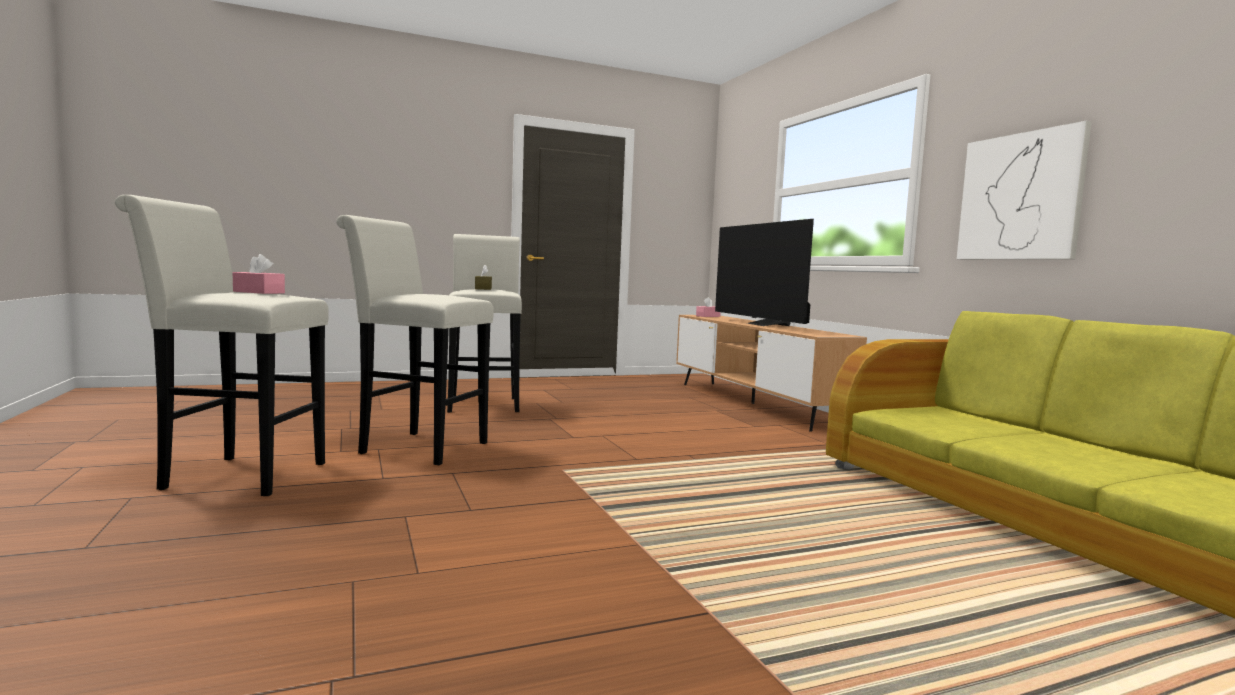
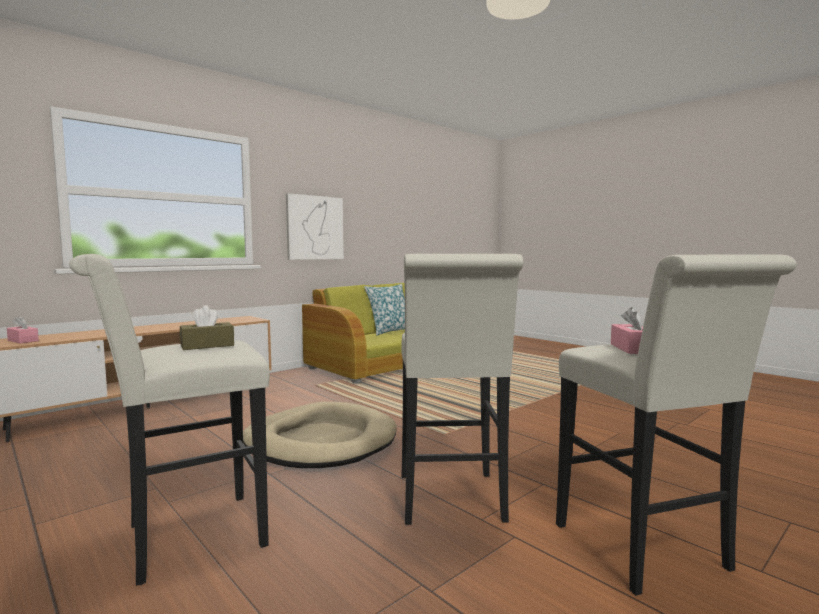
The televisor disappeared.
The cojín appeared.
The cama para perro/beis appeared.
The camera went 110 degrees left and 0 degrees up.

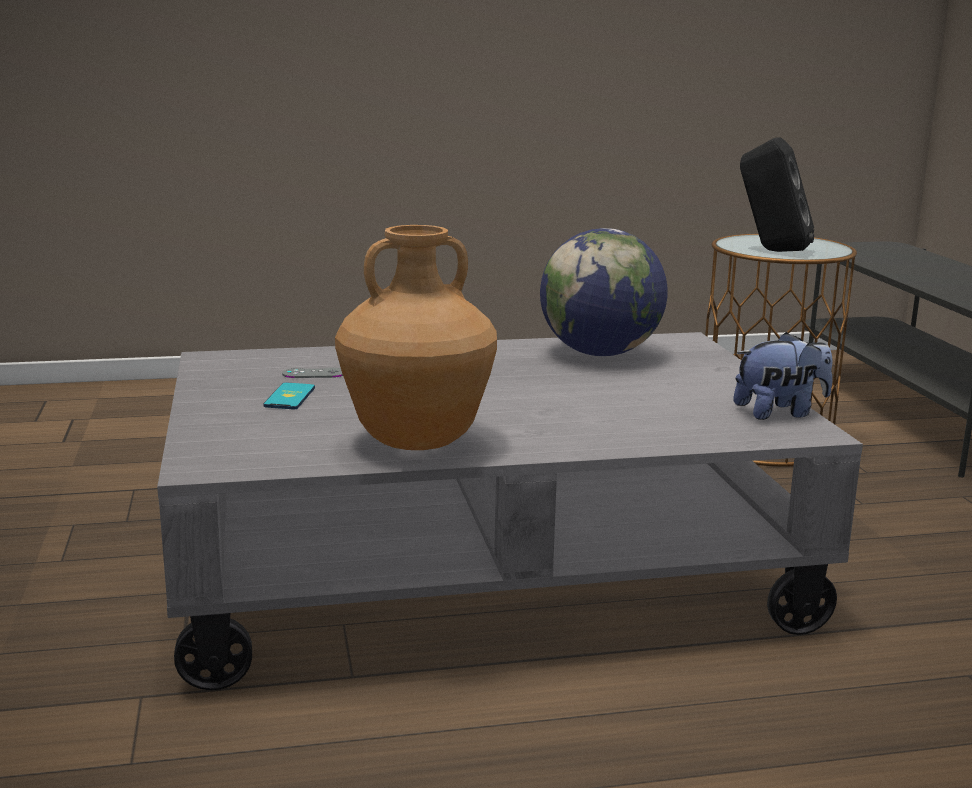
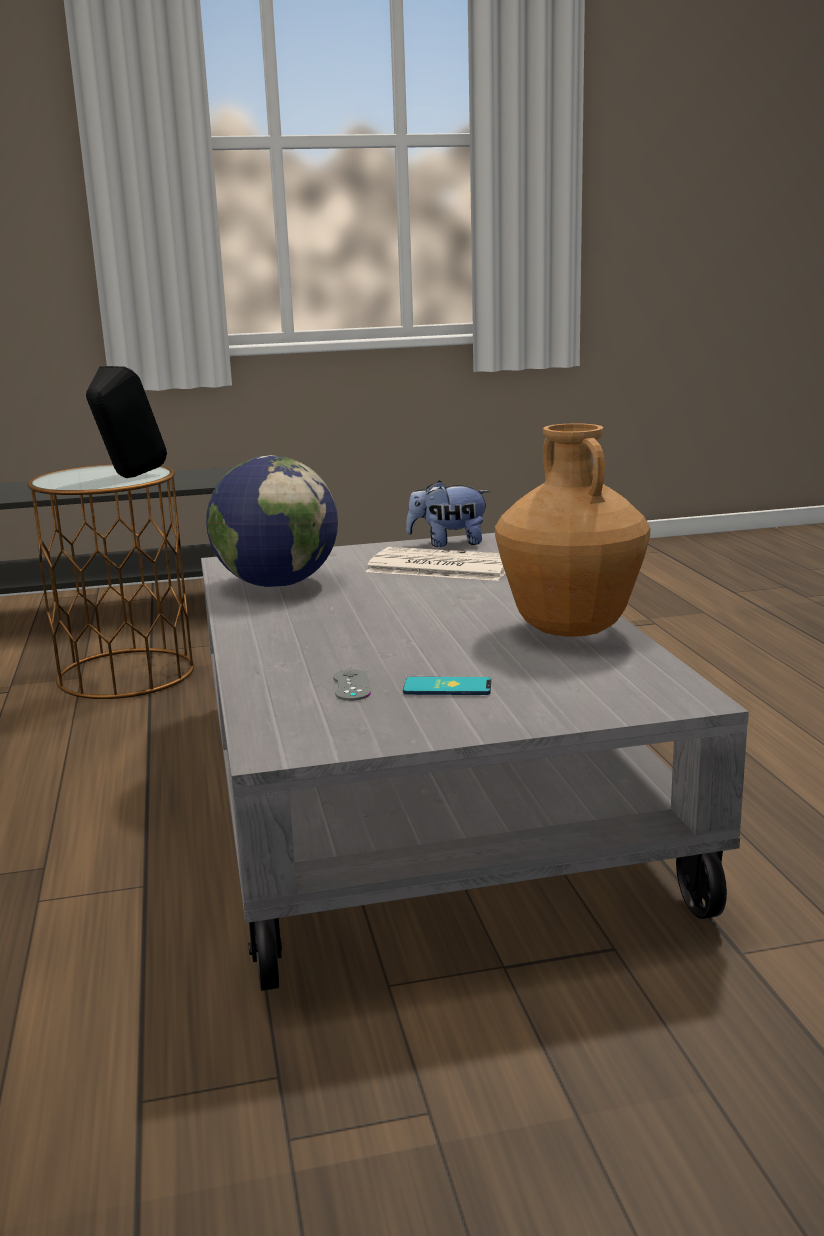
The peluche turned 75 degrees counterclockwise.
The periódico appeared.
The camera went 90 degrees left and 0 degrees up.

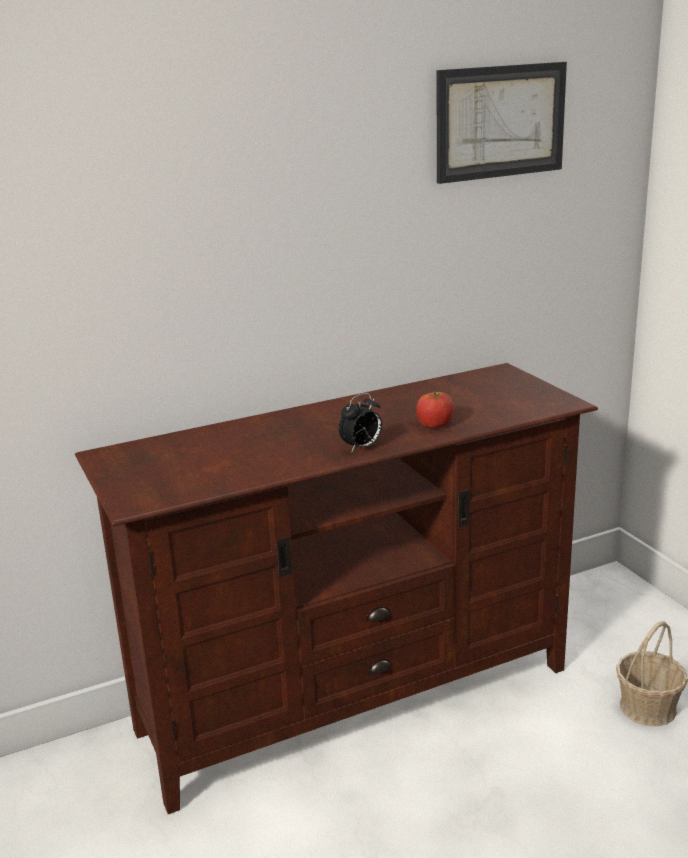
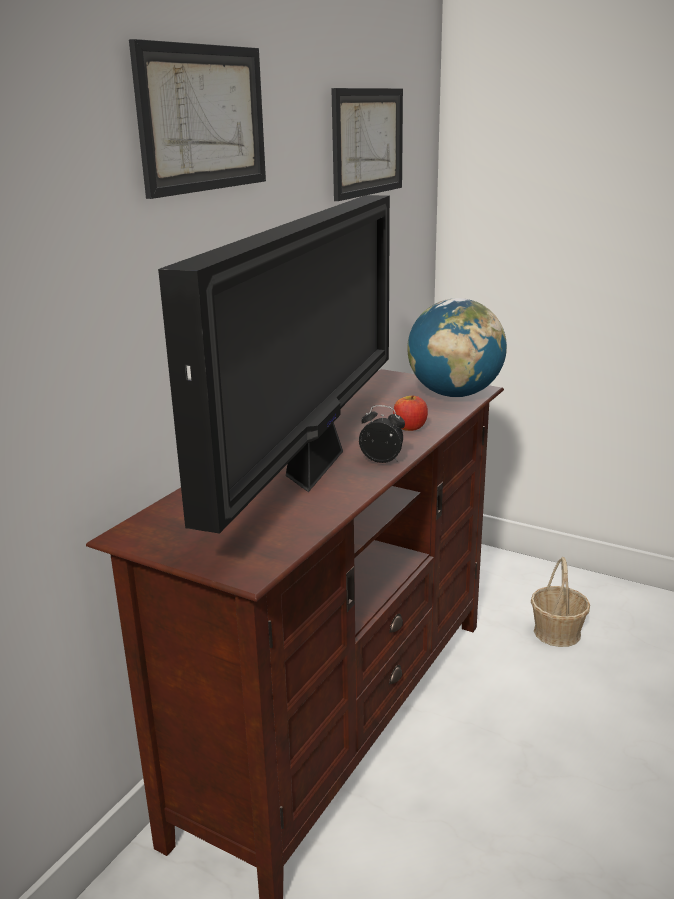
The despertador turned 90 degrees counterclockwise.
The cuadro (1st from left) appeared.
The televisor appeared.
The globo terráqueo appeared.
The camera went 35 degrees left and 0 degrees up.

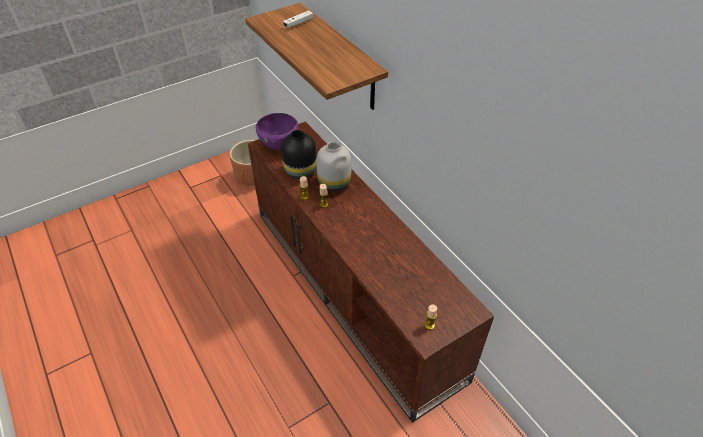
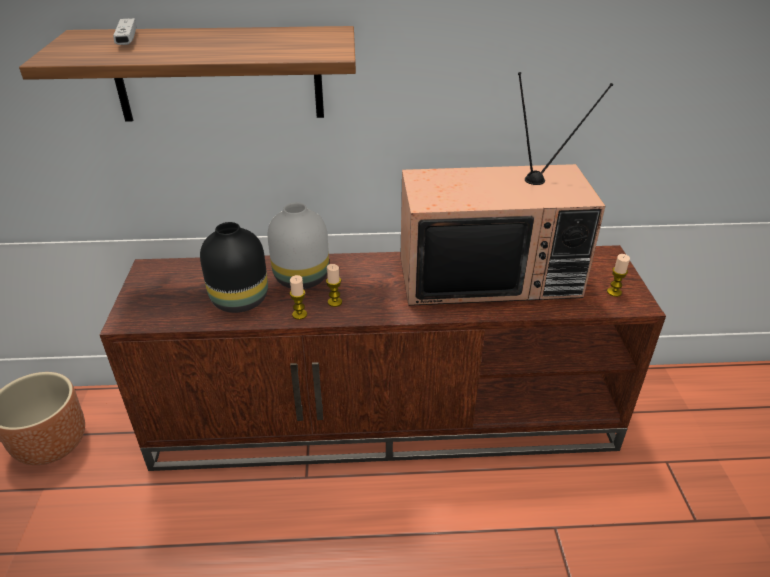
The cuenco/morado disappeared.
The televisor appeared.
The camera went 60 degrees left and 10 degrees down.

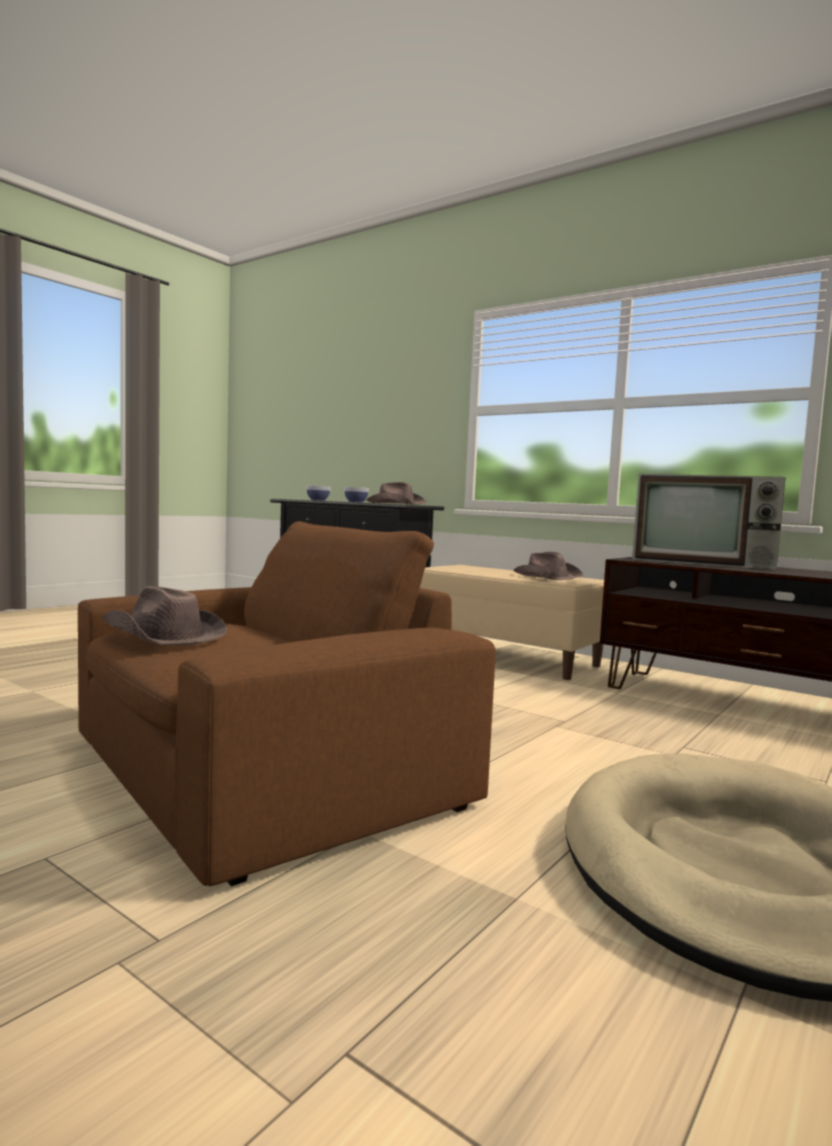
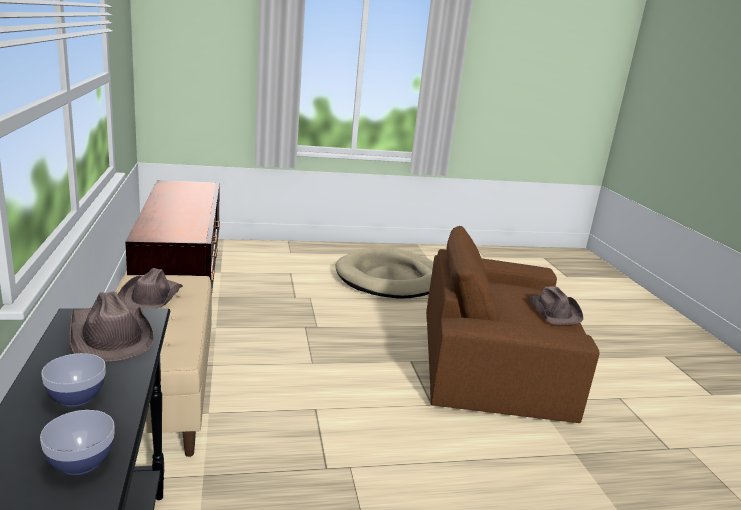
The televisor disappeared.
The camera went 140 degrees left and 15 degrees up.

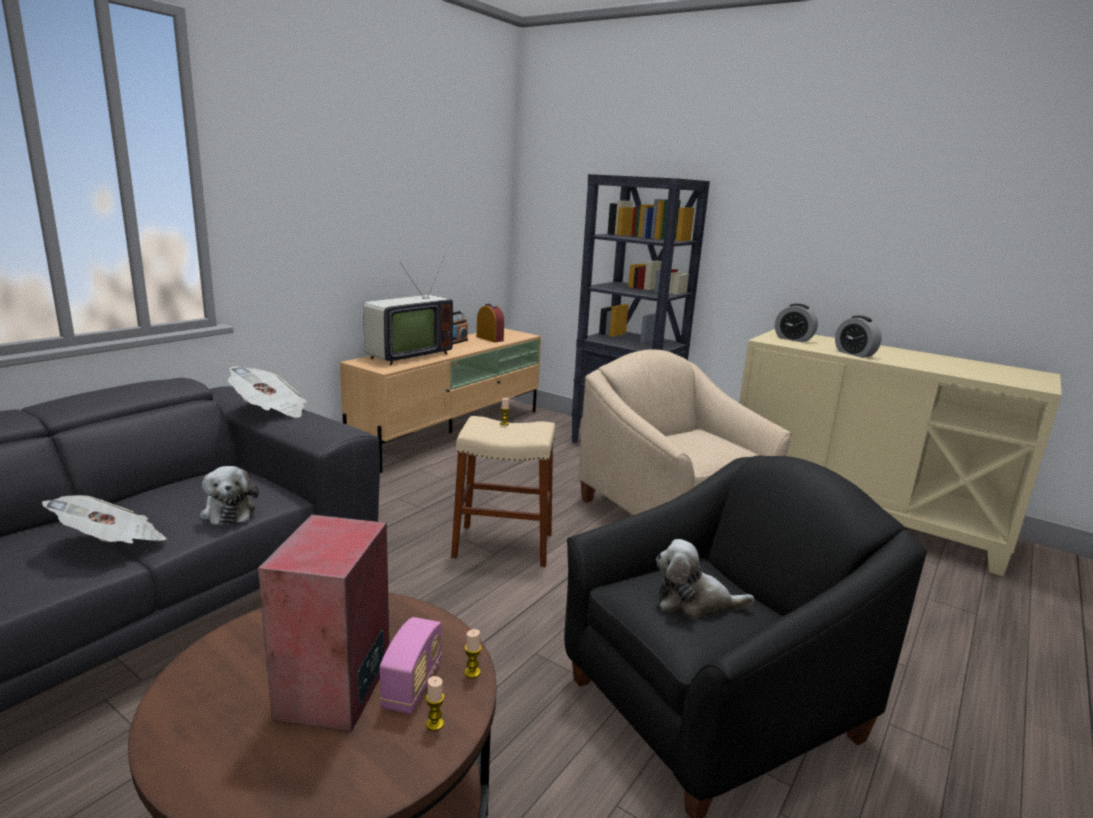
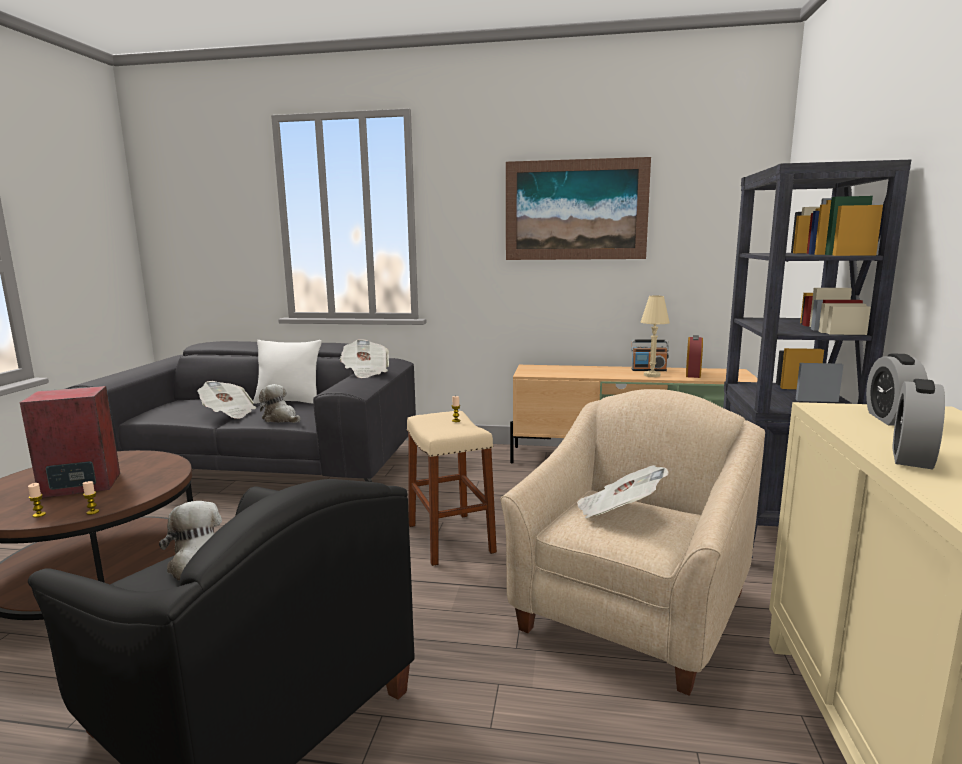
The televisor disappeared.
The peluche (1st from left in the first image) turned 90 degrees clockwise.
The radio (1st from left) disappeared.
The cuadro appeared.
The lámpara de mesa/beis appeared.
The cojín/blanco appeared.
The periódico (3rd from left) appeared.
The camera went 65 degrees right and 5 degrees down.

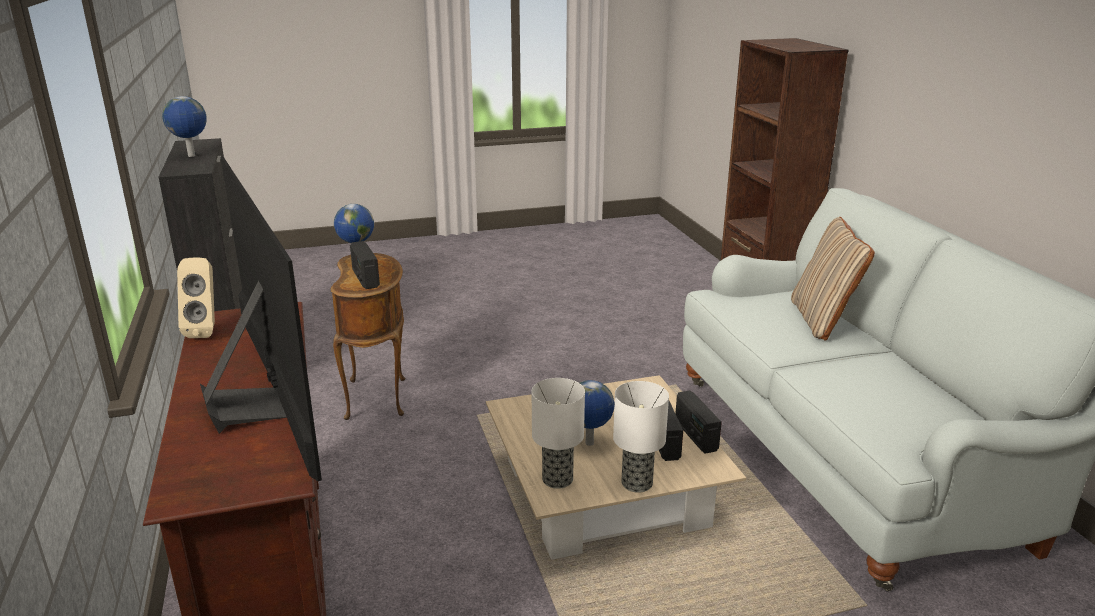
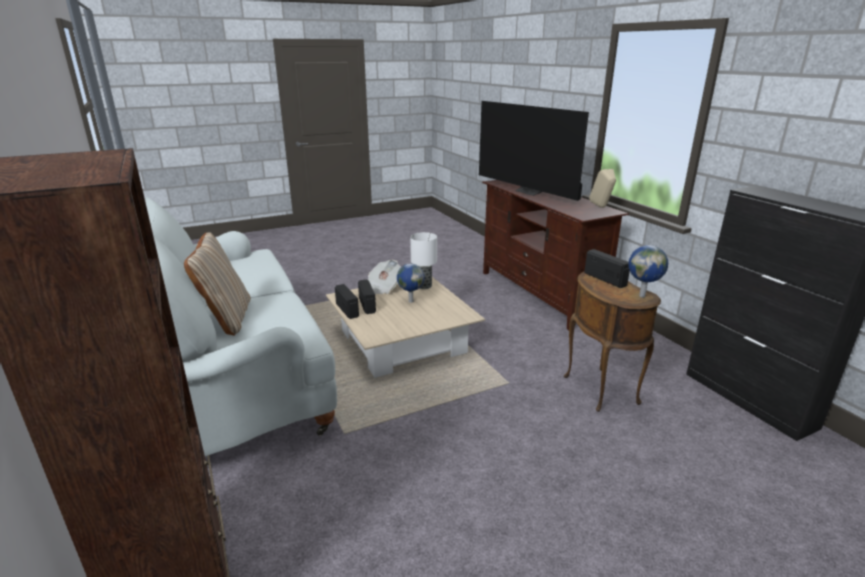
The globo terráqueo (1st from left) disappeared.
The lámpara de mesa (2nd from left) was replaced by the periódico.
The camera went 170 degrees right and 0 degrees up.

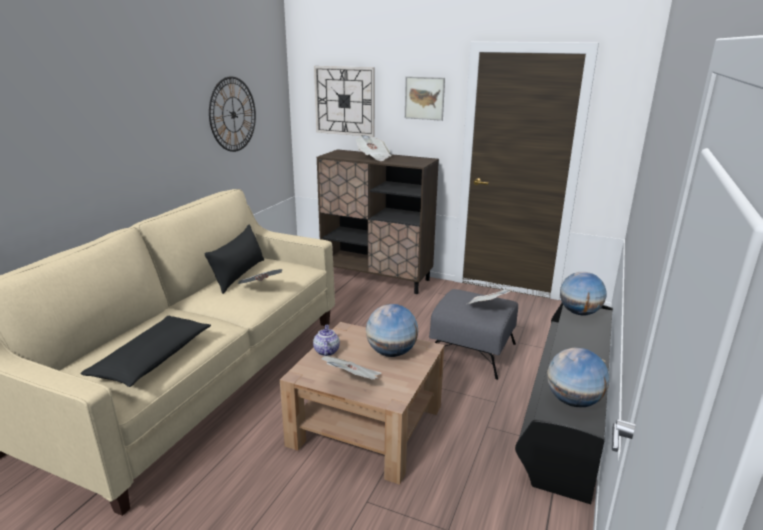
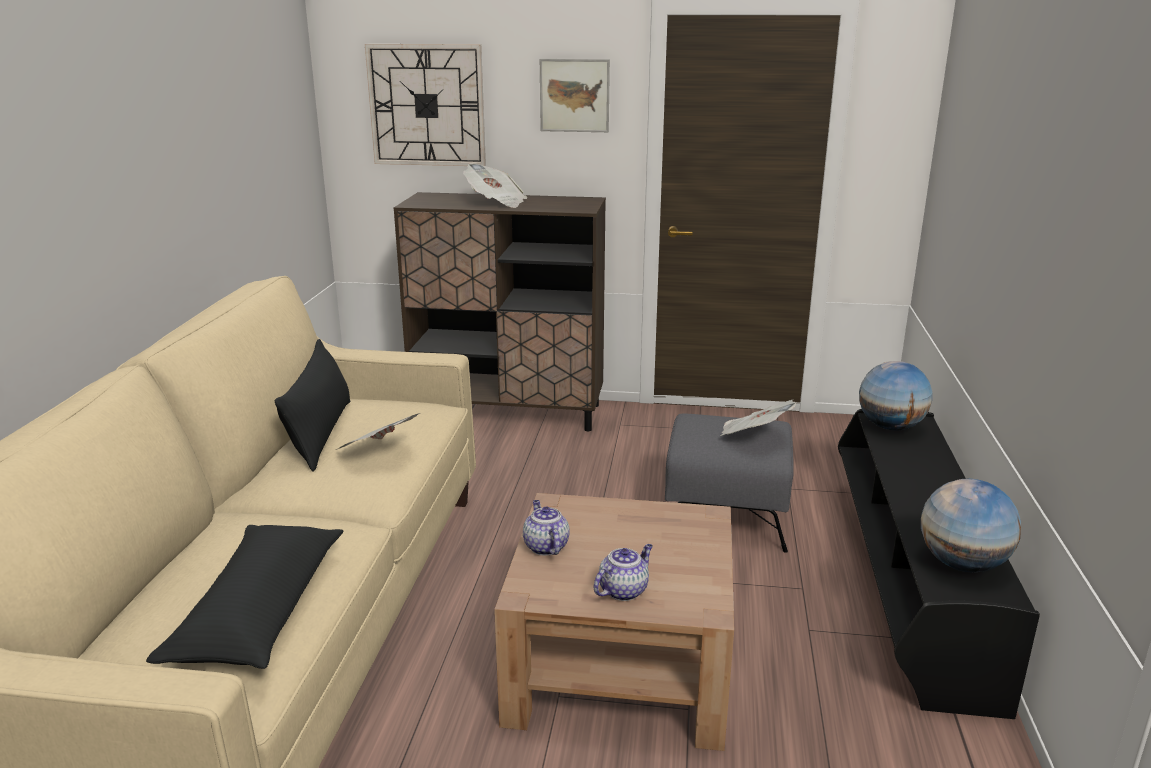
The reloj de pared (1st from left) disappeared.
The globo terráqueo (1st from left) disappeared.
The periódico (2nd from left) was replaced by the tetera (2nd from left).
The camera went 15 degrees left and 0 degrees up.

